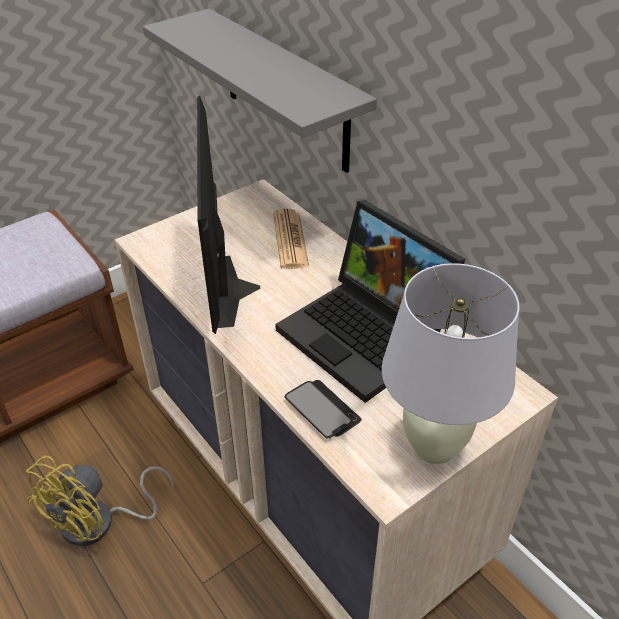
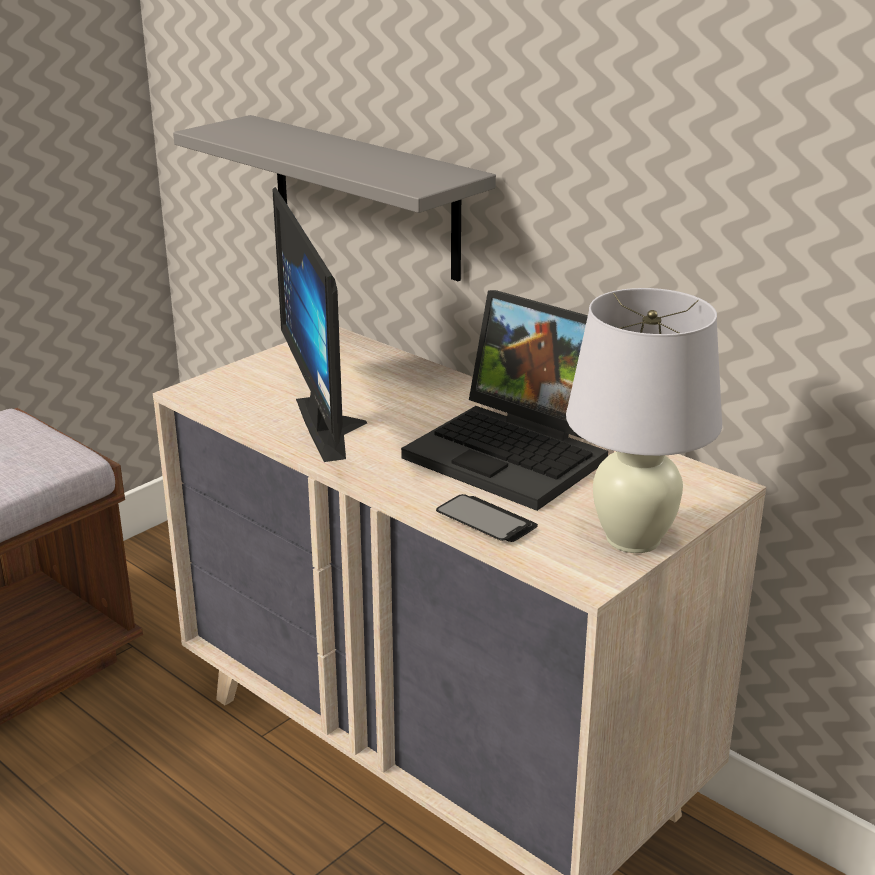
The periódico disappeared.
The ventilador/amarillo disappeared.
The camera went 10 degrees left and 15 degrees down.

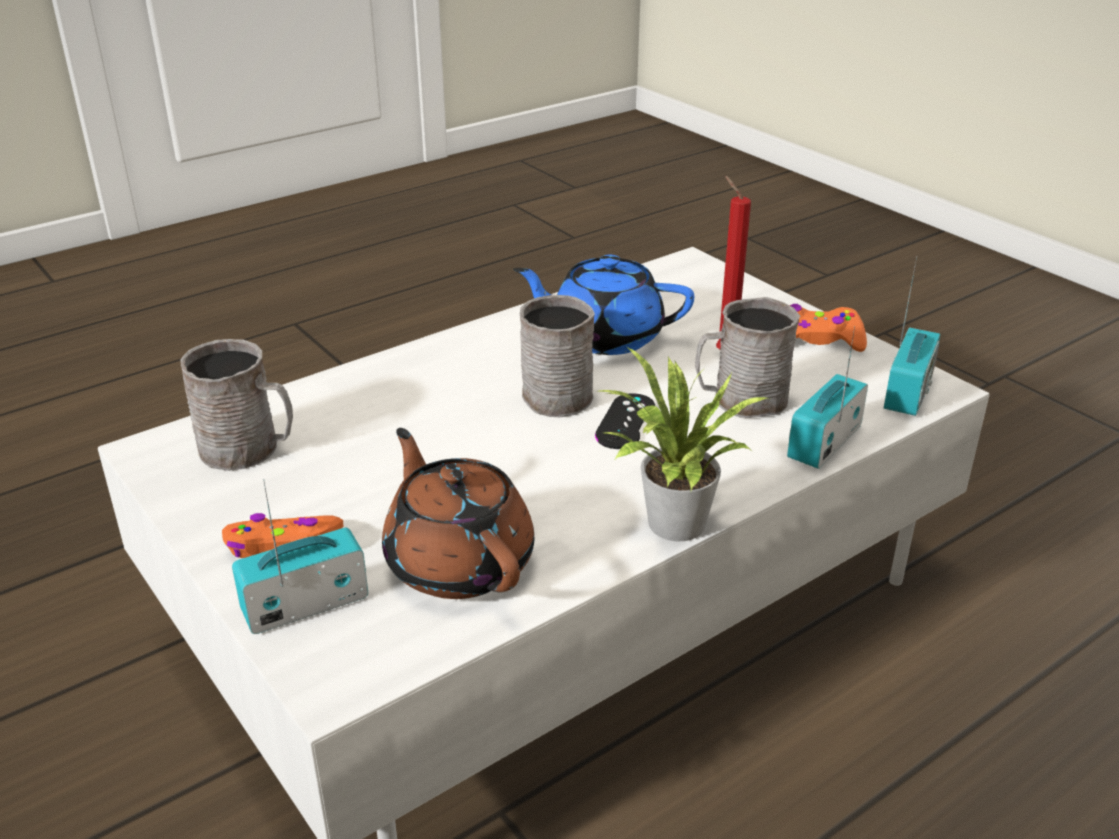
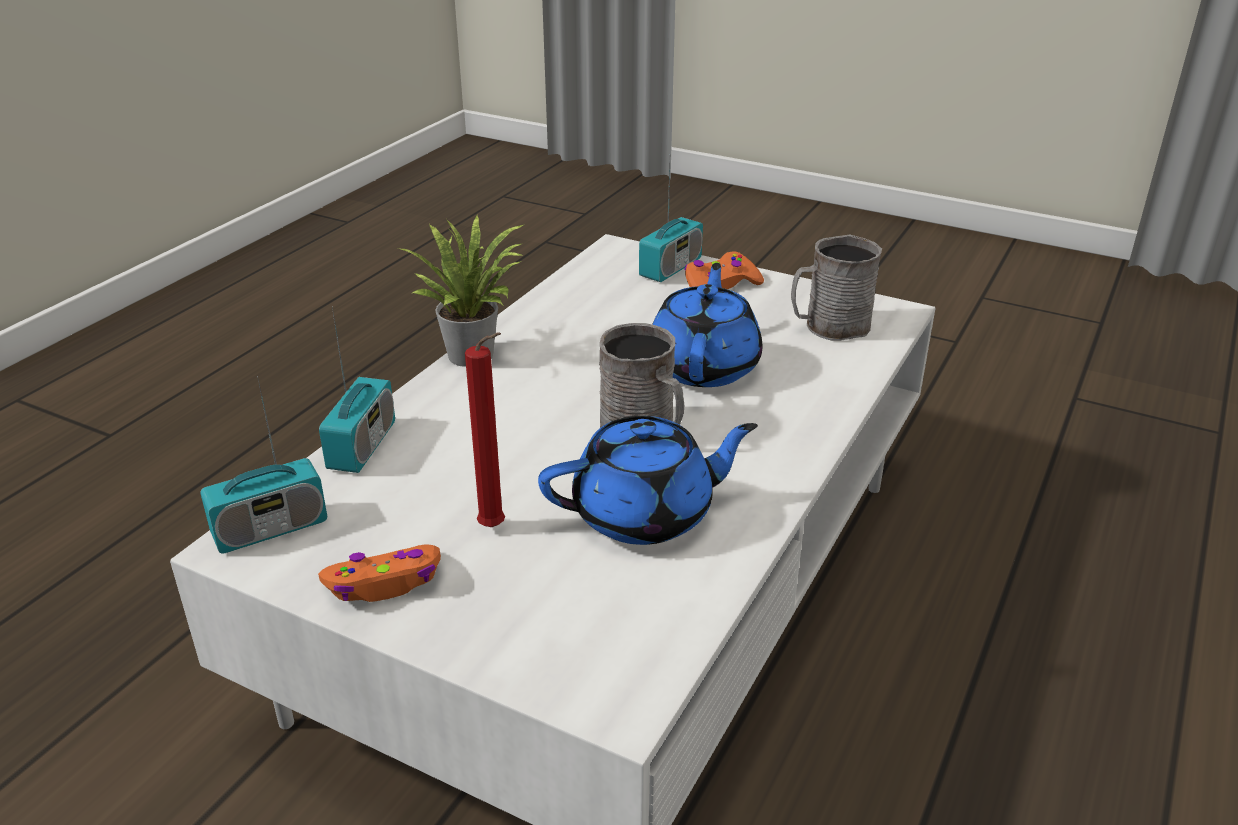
The radio (3rd from left in the first image) turned 120 degrees counterclockwise.
The taza grande/gris (3rd from left) disappeared.
The mando de consola/negro disappeared.
The tetera/marrón disappeared.
The tetera/azul (2nd from left) appeared.
The camera went 155 degrees right and 0 degrees up.

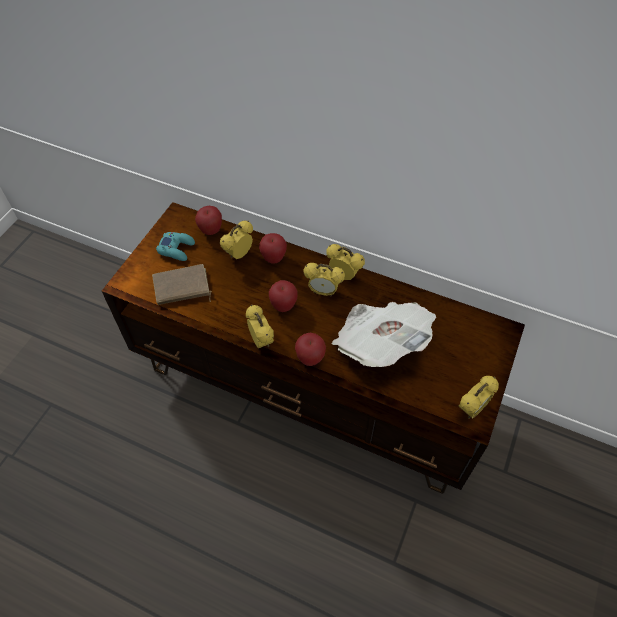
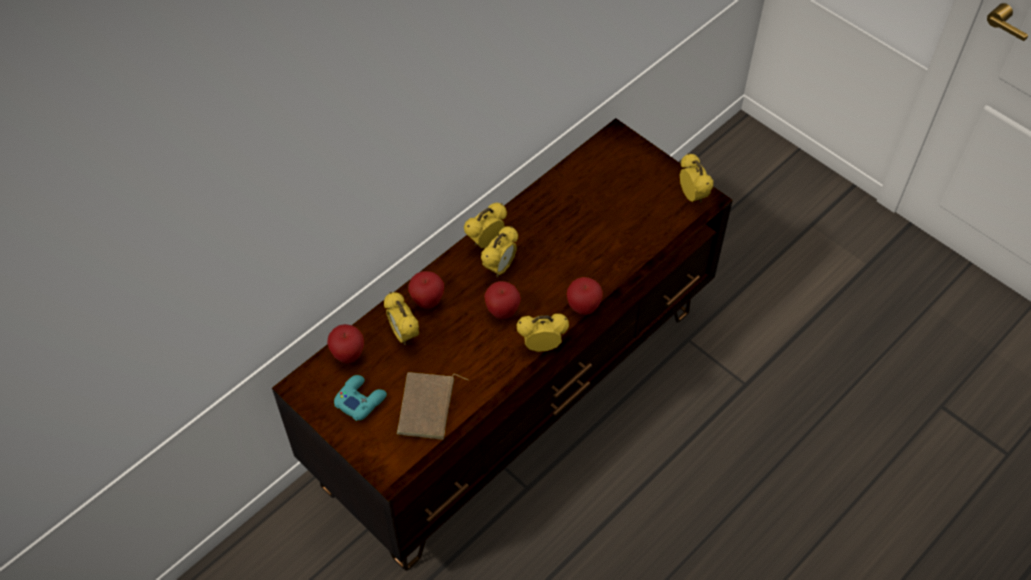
The periódico disappeared.
The camera went 70 degrees left and 0 degrees up.

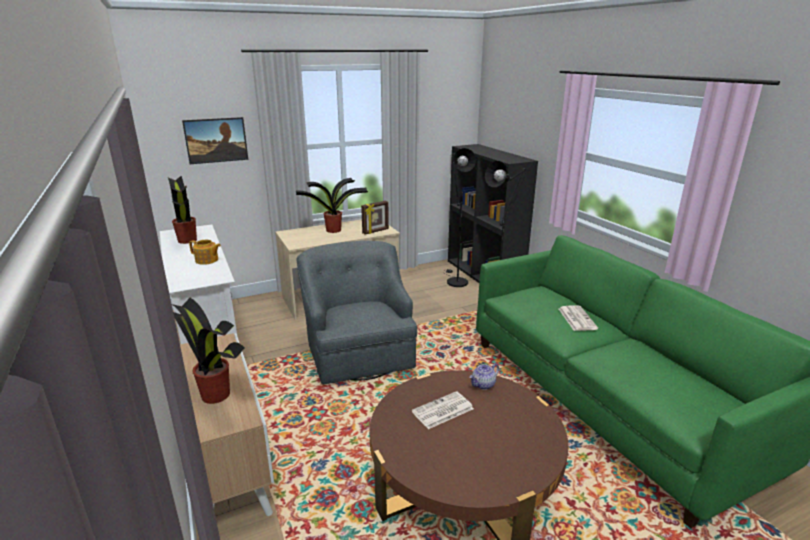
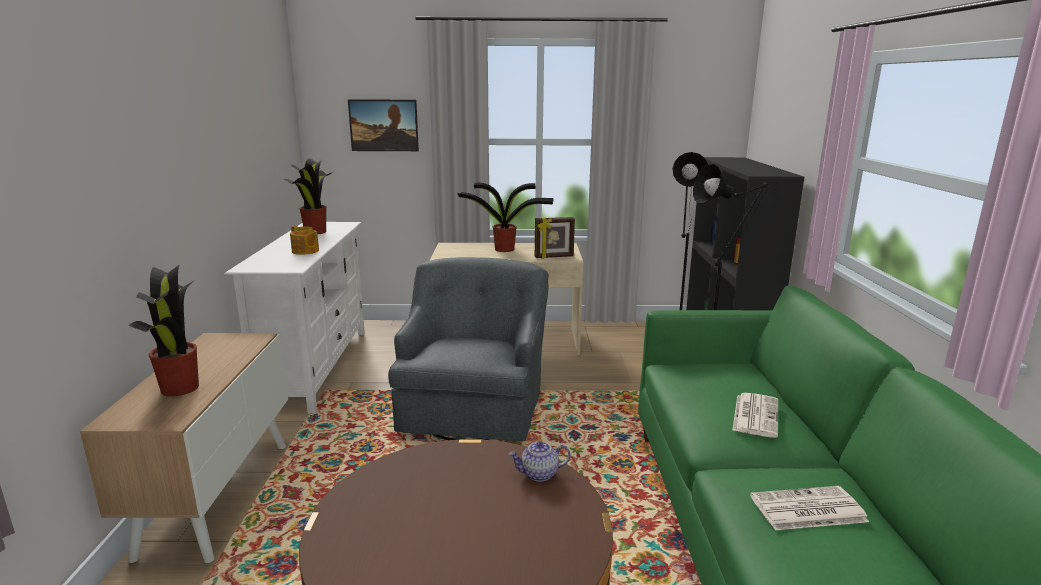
The periódico (1st from left in the first image) moved.
The camera went 25 degrees right and 5 degrees down.

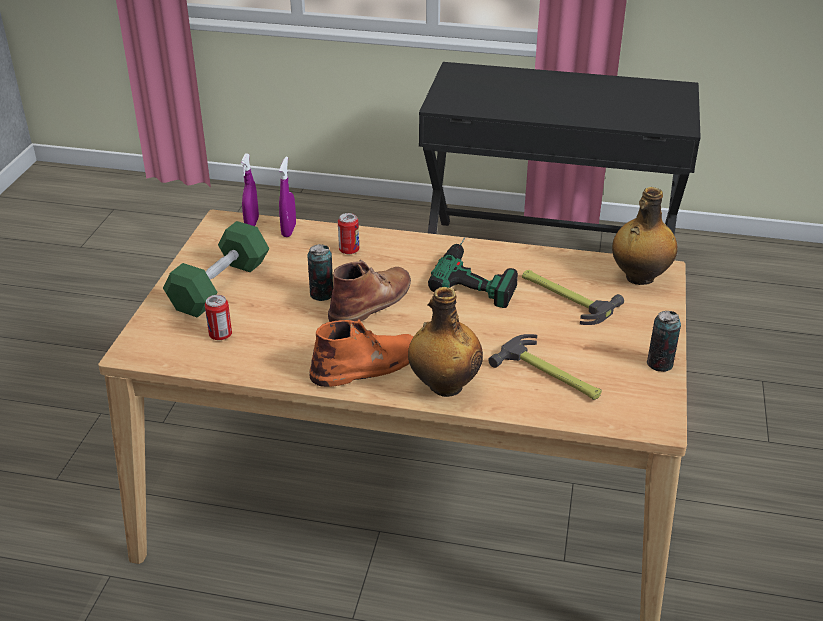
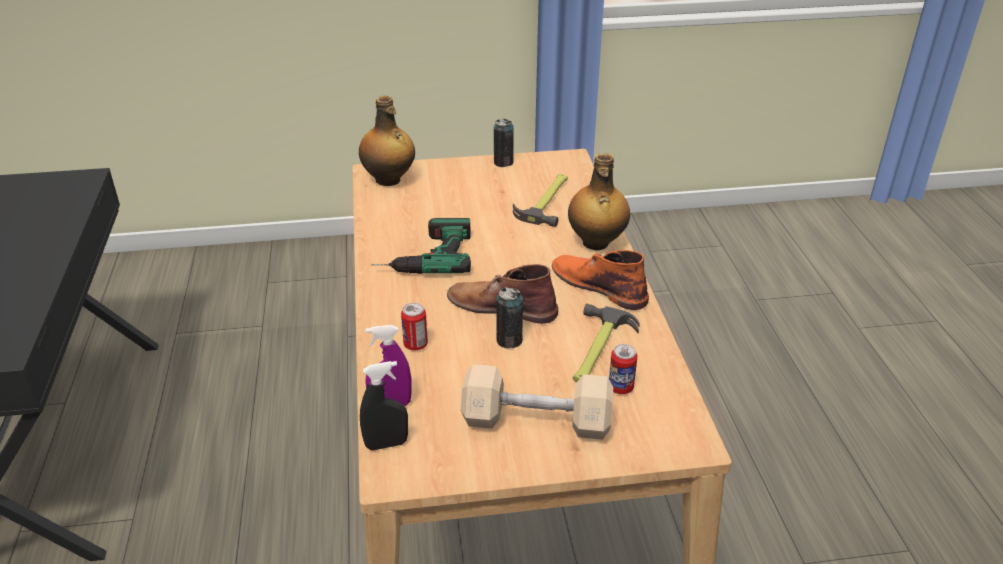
The pulverizador/morado (1st from left) became the pulverizador/negro.
The mancuerna/verde became the mancuerna/beis.
The martillo (2nd from left) moved.
The camera went 110 degrees left and 0 degrees up.

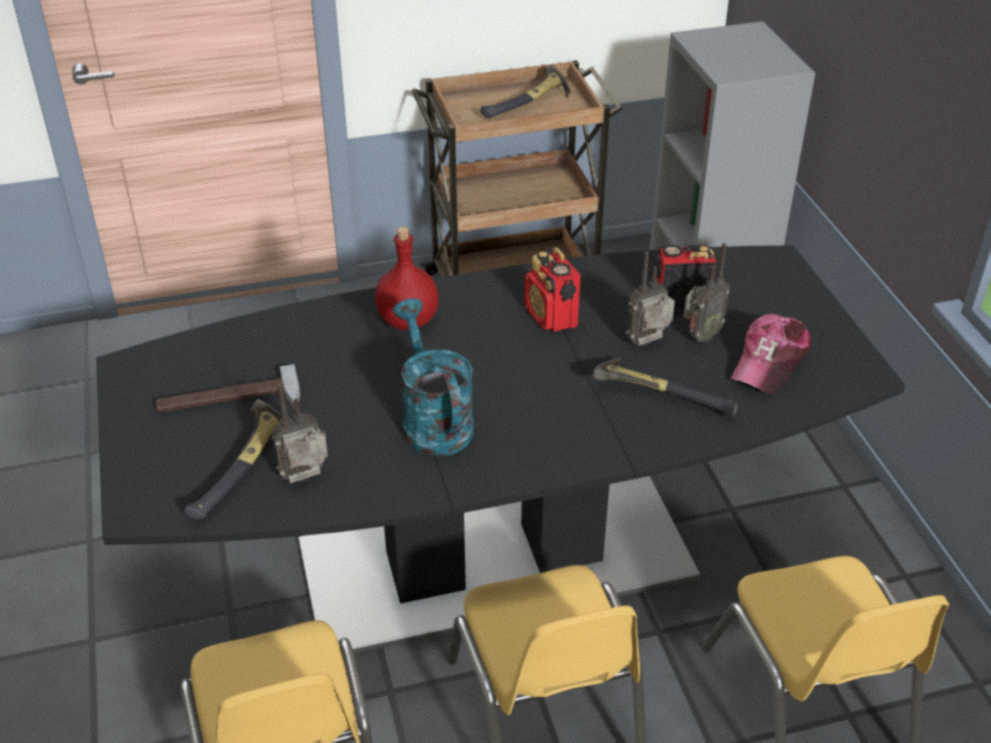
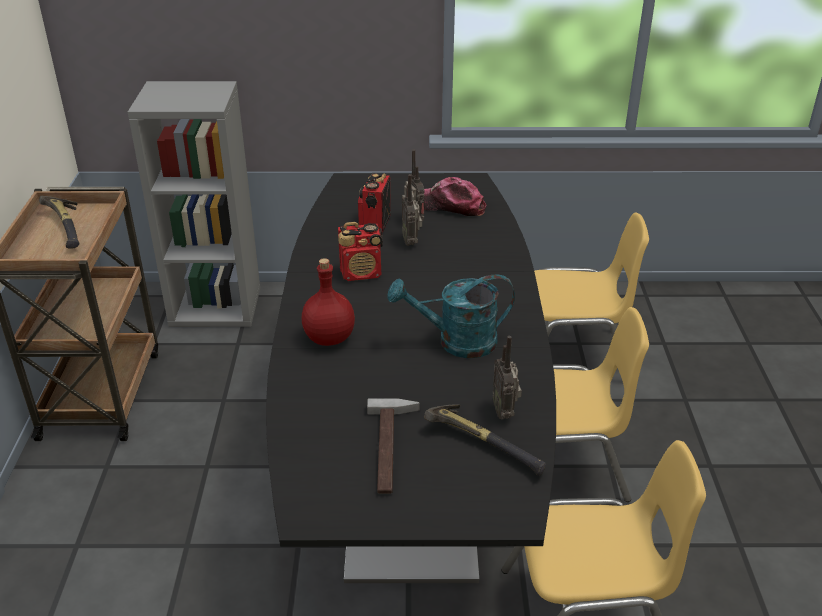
The gorra turned 150 degrees clockwise.
The martillo (4th from left) disappeared.
The camera went 75 degrees left and 5 degrees down.

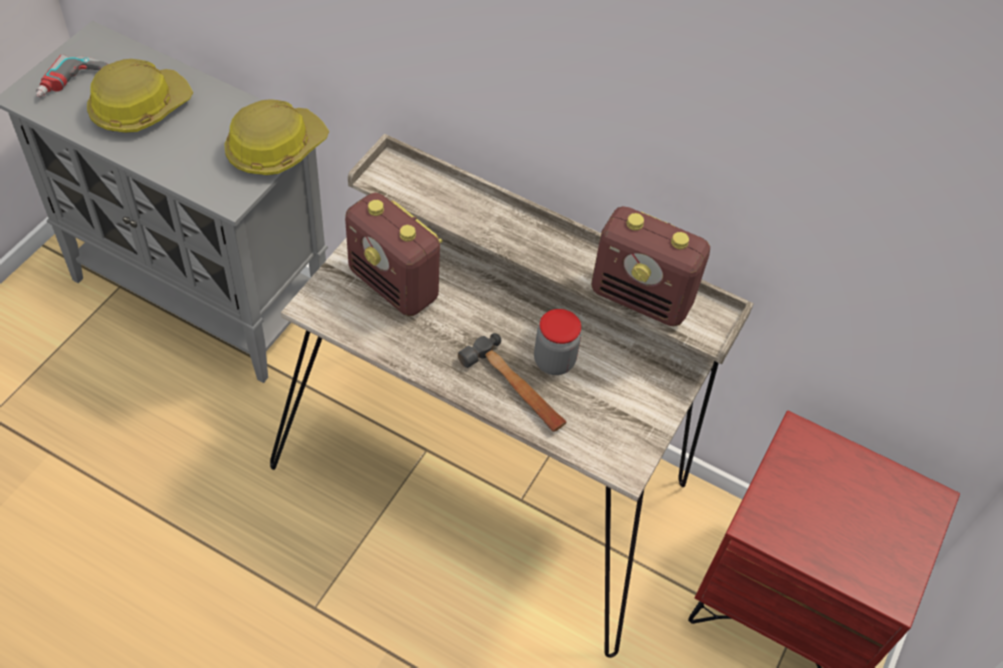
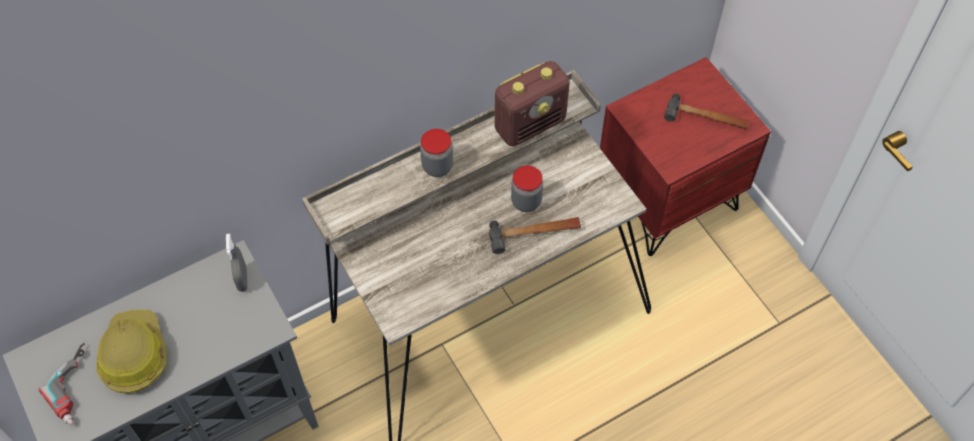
The casco (2nd from left) was replaced by the pulverizador/gris.
The radio (1st from left) disappeared.
The martillo (2nd from left) appeared.
The tarro (1st from left) appeared.
The camera went 55 degrees left and 5 degrees up.

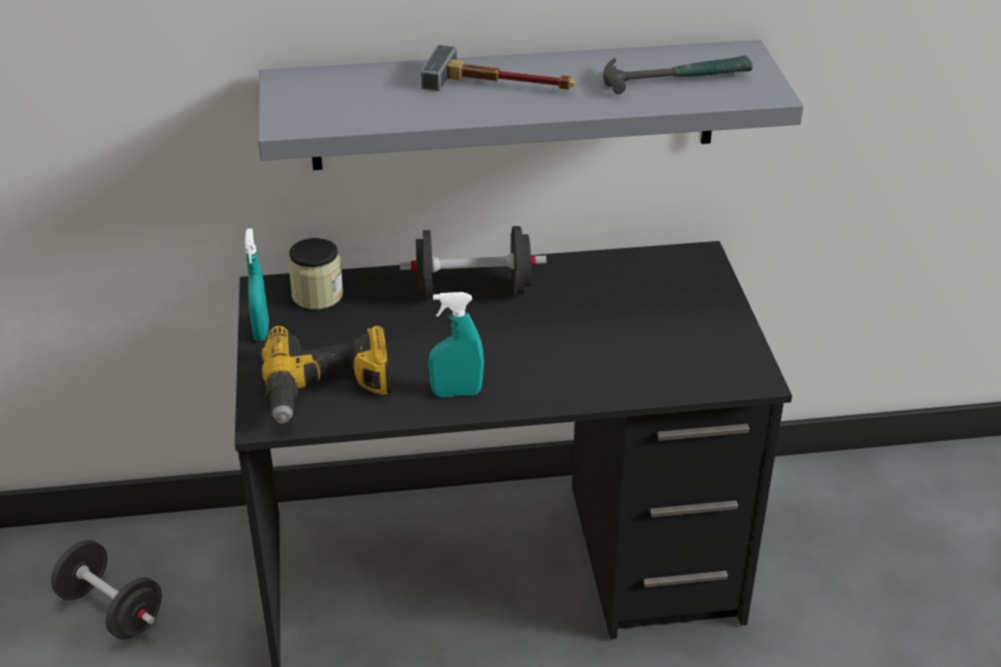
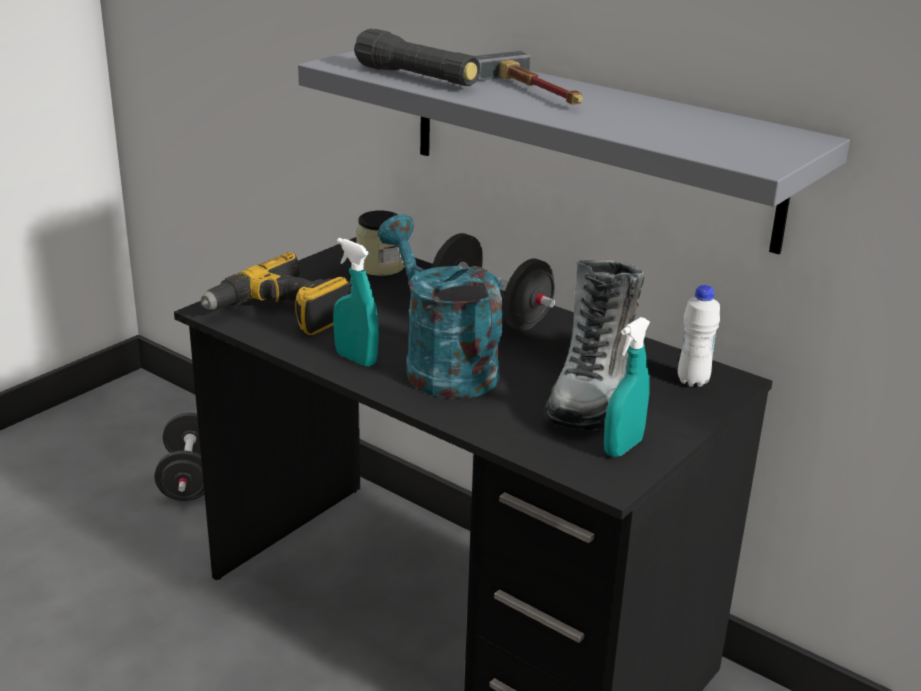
The martillo (2nd from left) disappeared.
The pulverizador/turquesa (1st from left in the first image) moved.
The linterna/negro appeared.
The regadera/turquesa appeared.
The bota appeared.
The botella/blanco appeared.
The camera went 45 degrees right and 10 degrees down.

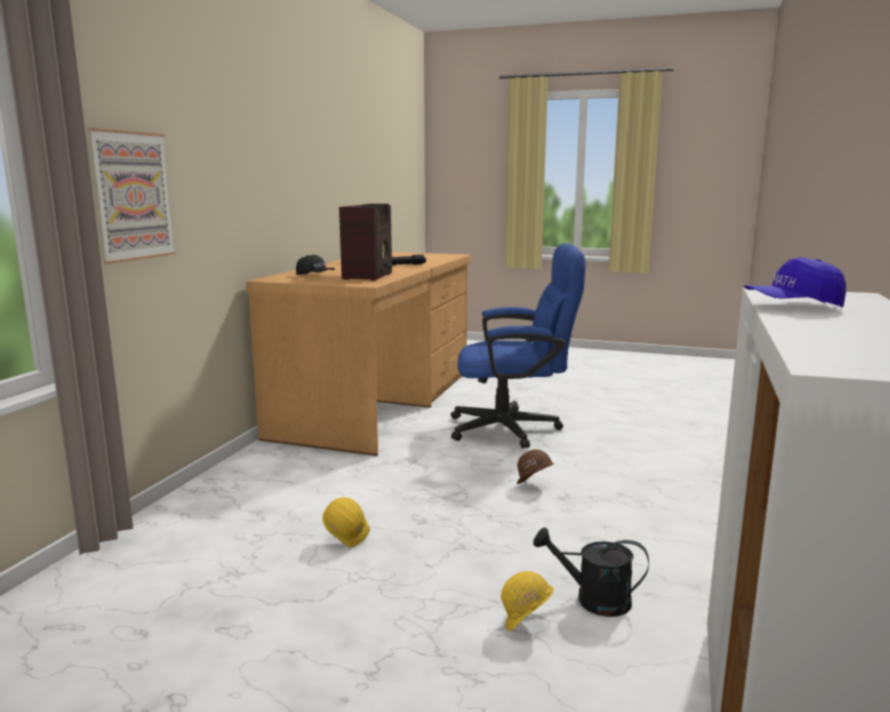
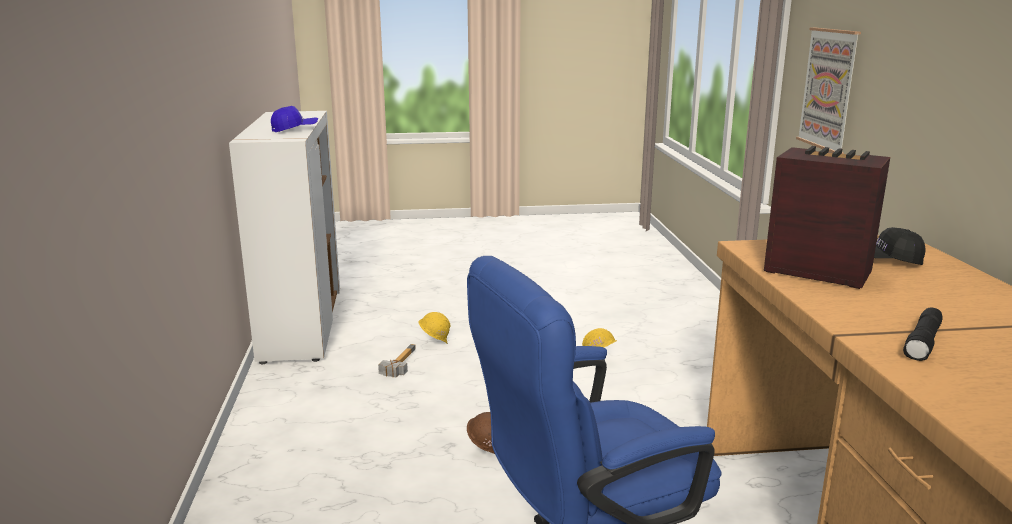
The radio turned 135 degrees clockwise.
The regadera/negro was replaced by the martillo.
The camera went 155 degrees right and 5 degrees up.

